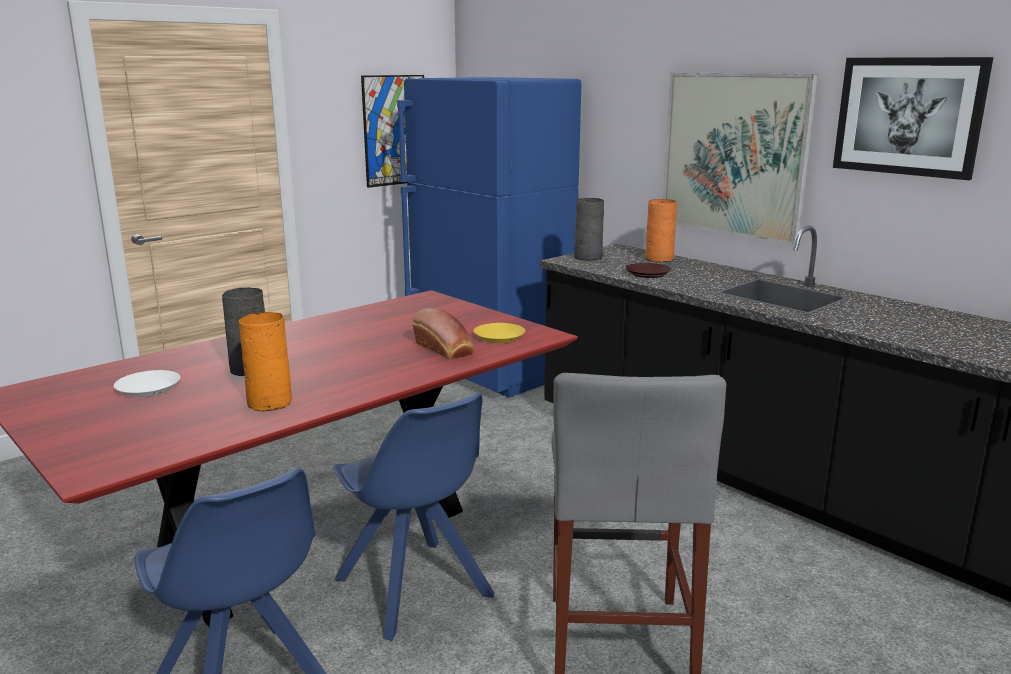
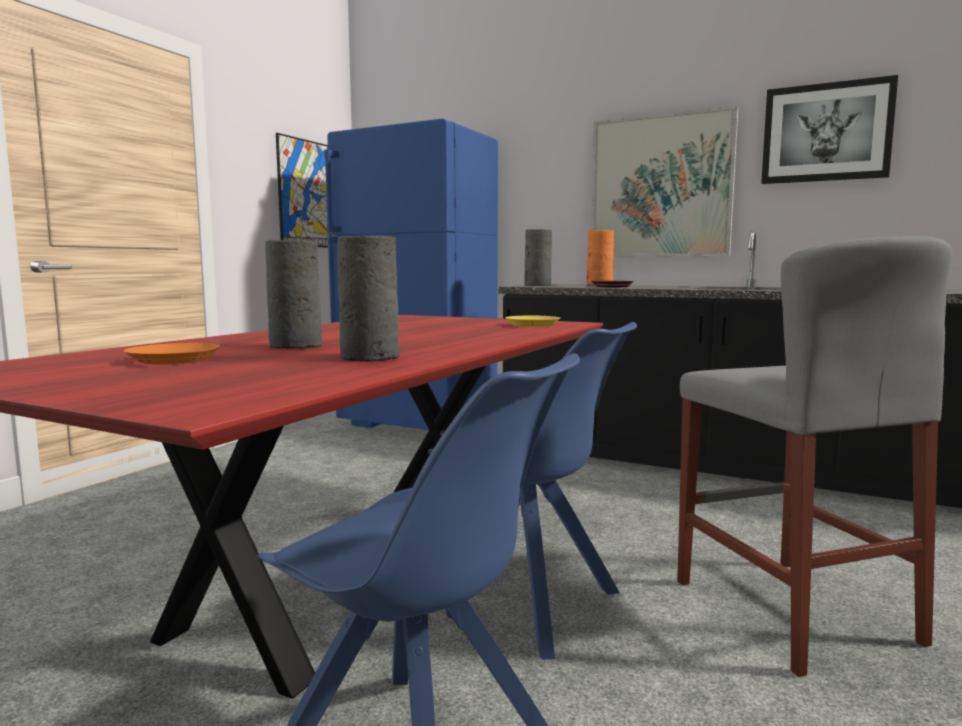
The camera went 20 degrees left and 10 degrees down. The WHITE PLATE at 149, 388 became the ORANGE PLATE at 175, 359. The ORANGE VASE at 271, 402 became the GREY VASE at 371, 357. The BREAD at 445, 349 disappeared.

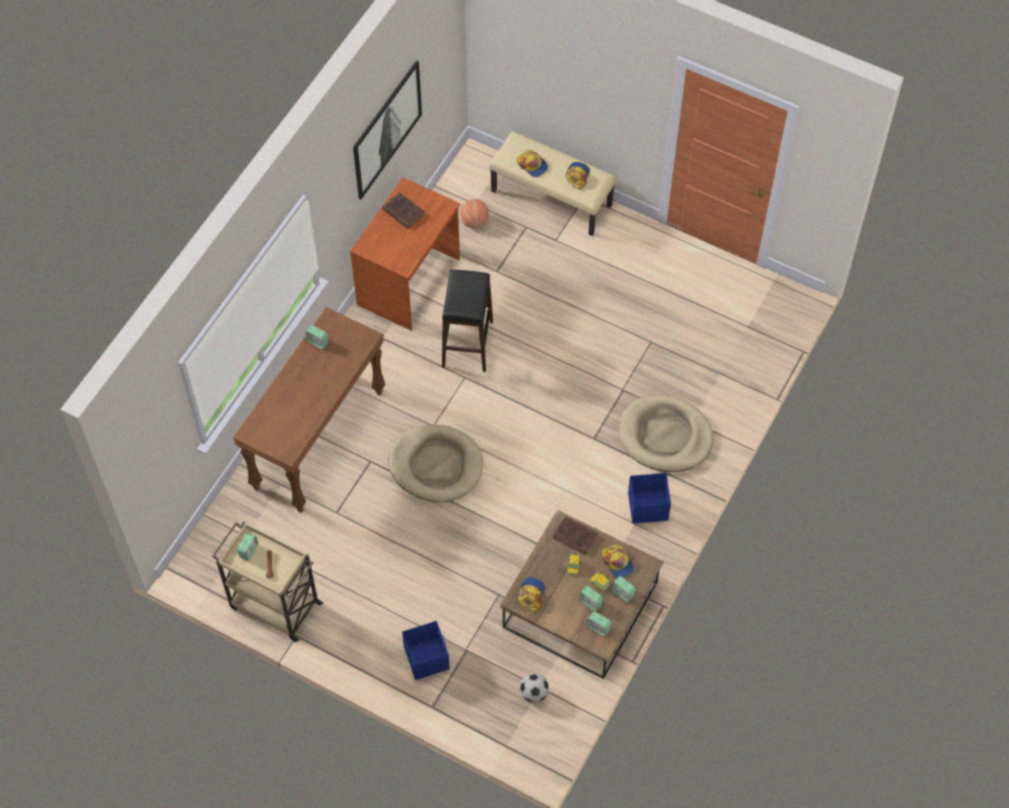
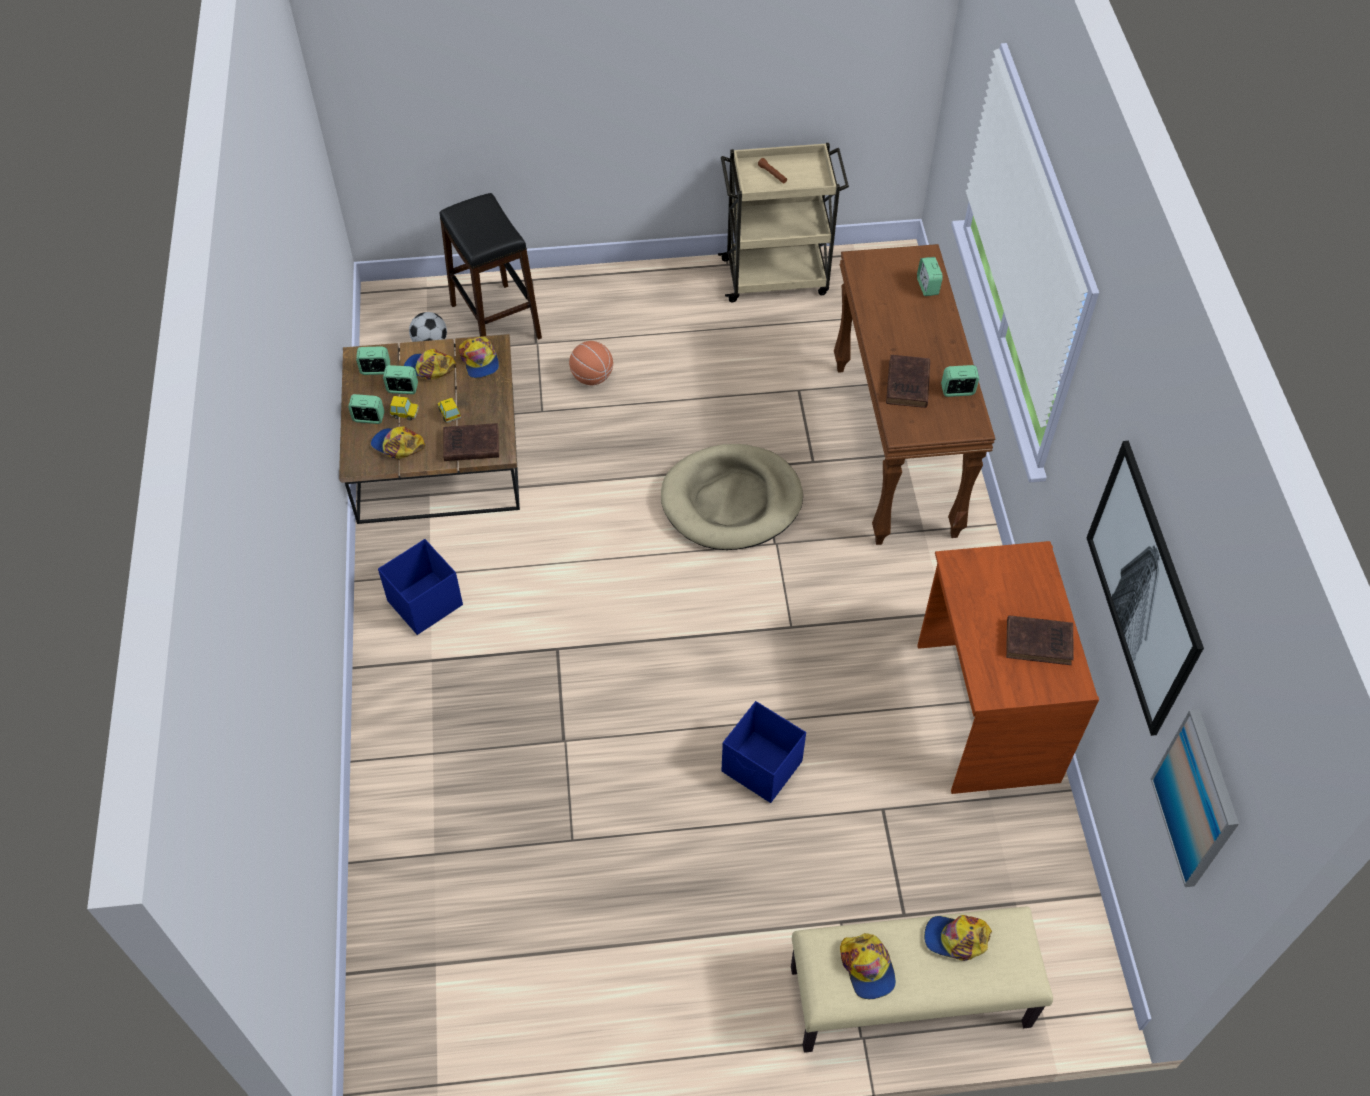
The camera went 145 degrees right and 5 degrees down. The CAP at 429, 368 appeared. The BLACK STOOL moved from 467, 344 to 495, 321. The BASKETBALL moved from 474, 222 to 592, 377. The BLUE STORAGE BOX moved from 426, 657 to 762, 768. The BROWN BOOK at 907, 385 appeared. The ALARM CLOCK moved from 248, 551 to 927, 286. The PICTURE at 1196, 799 appeared. The BEIGE DOG BED at 665, 436 disappeared.

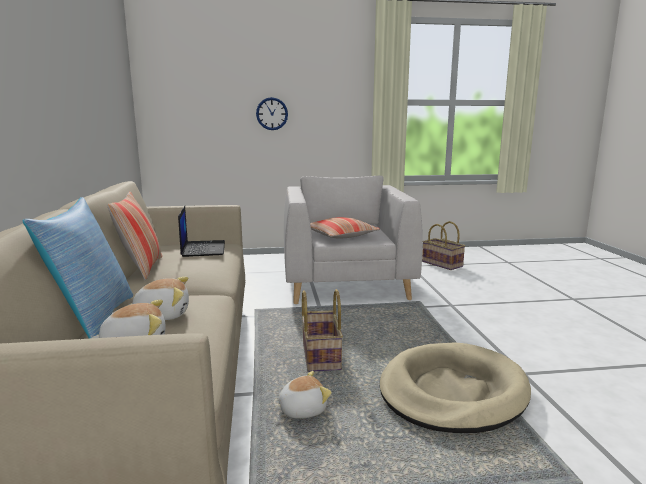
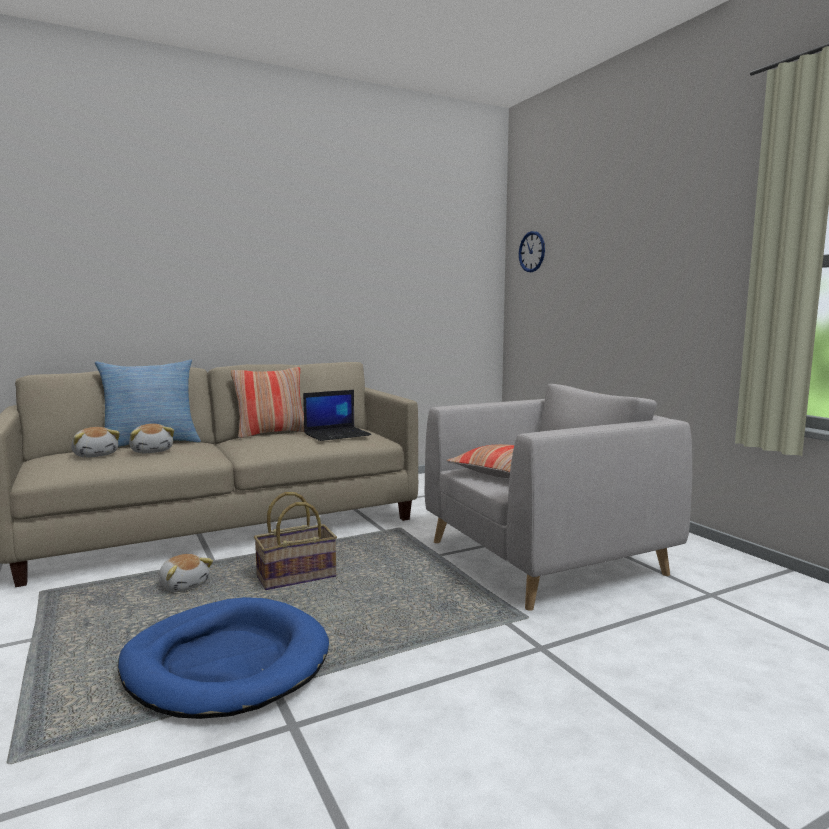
The camera went 70 degrees right and 5 degrees down. The BEIGE DOG BED at 452, 391 became the BLUE DOG BED at 226, 663. The WALL CLOCK moved from 272, 114 to 532, 251. The BASKET at 442, 264 disappeared.

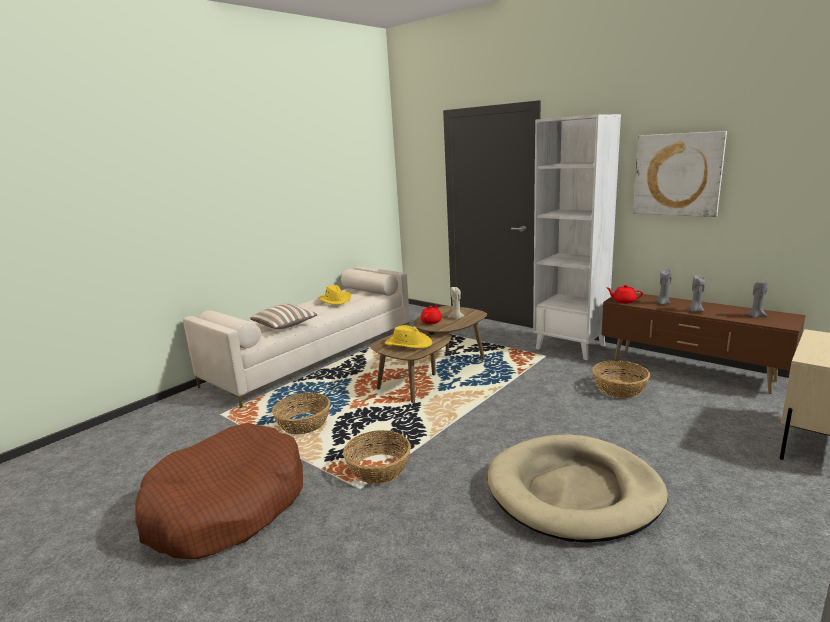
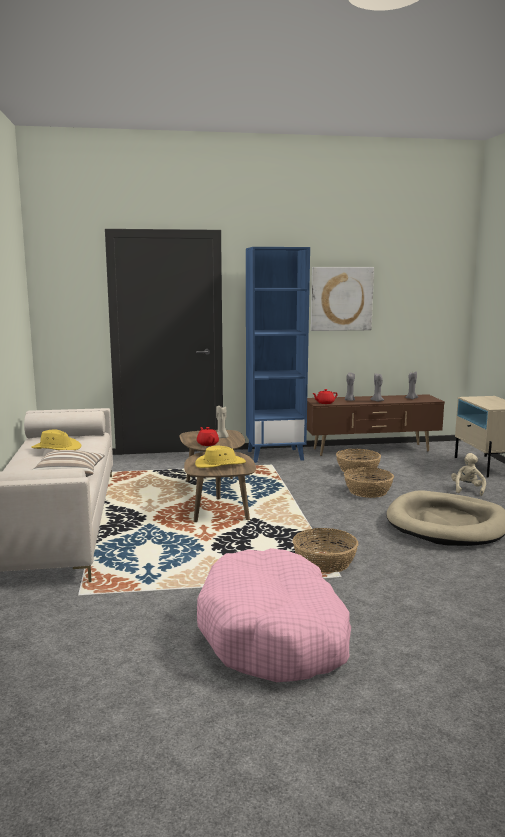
The camera went 50 degrees left and 5 degrees down. The BROWN DOG BED at 227, 506 became the PINK DOG BED at 274, 634. The WHITE BOOKCASE at 571, 347 became the BLUE BOOKCASE at 275, 455. The BASKET moved from 303, 423 to 367, 491. The BEIGE PLUSH TOY at 467, 489 appeared.

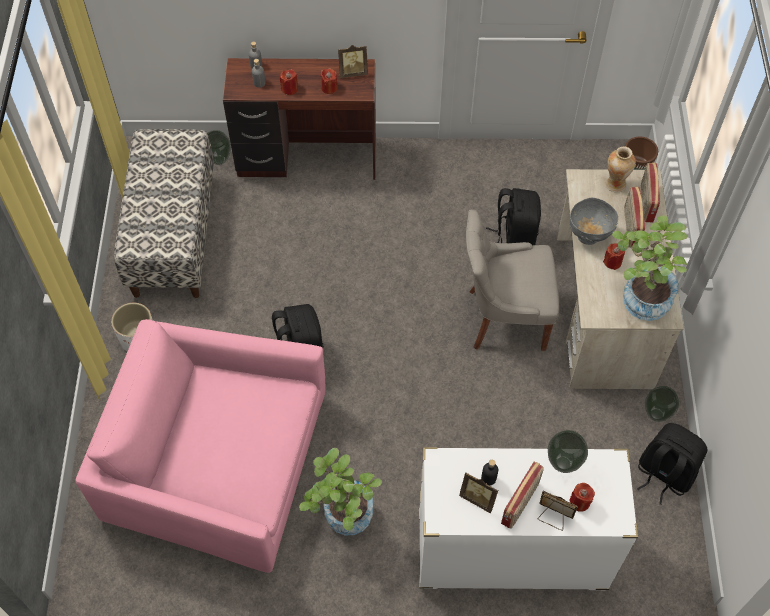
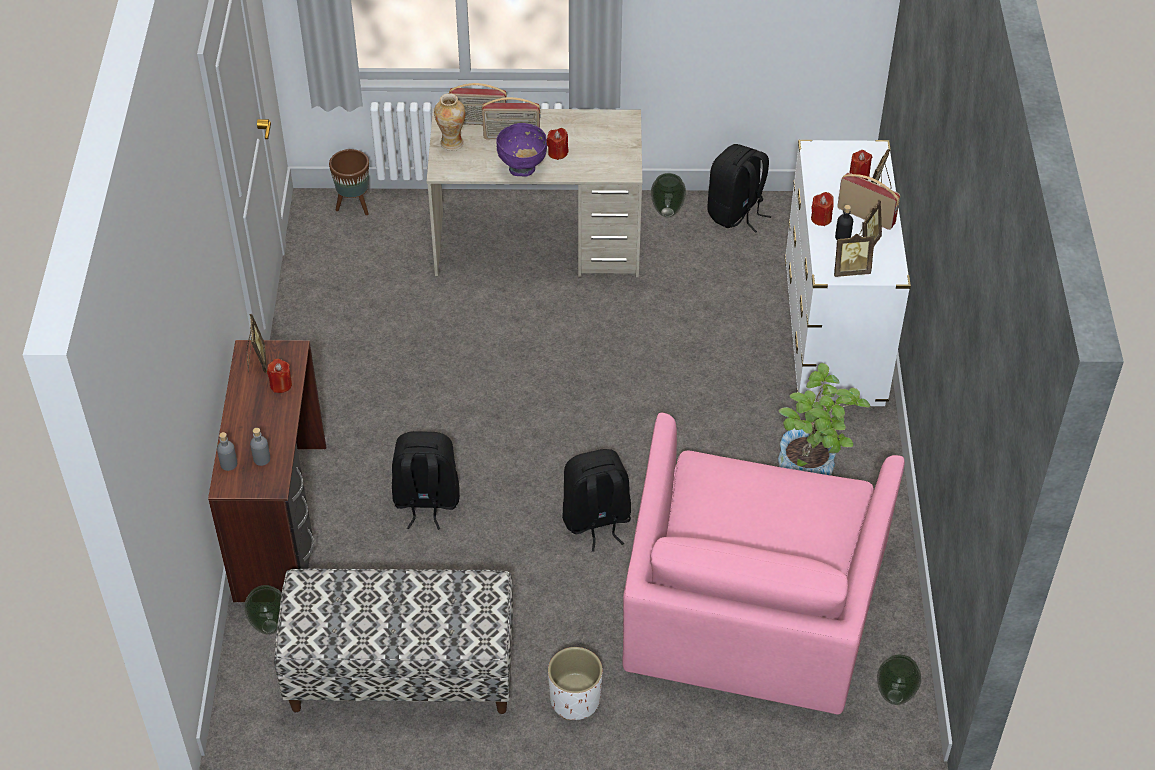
The camera went 90 degrees left and 10 degrees down. The BLACK BACKPACK moved from 513, 239 to 426, 501. The GREY BOWL at 588, 236 became the PURPLE BOWL at 522, 169. The RED CANDLE moved from 289, 89 to 821, 218. The PICTURE FRAME at 850, 270 appeared. The VASE moved from 563, 464 to 895, 696. The GREY CHAIR at 504, 318 disappeared. The POTTED PLANT at 638, 299 disappeared.

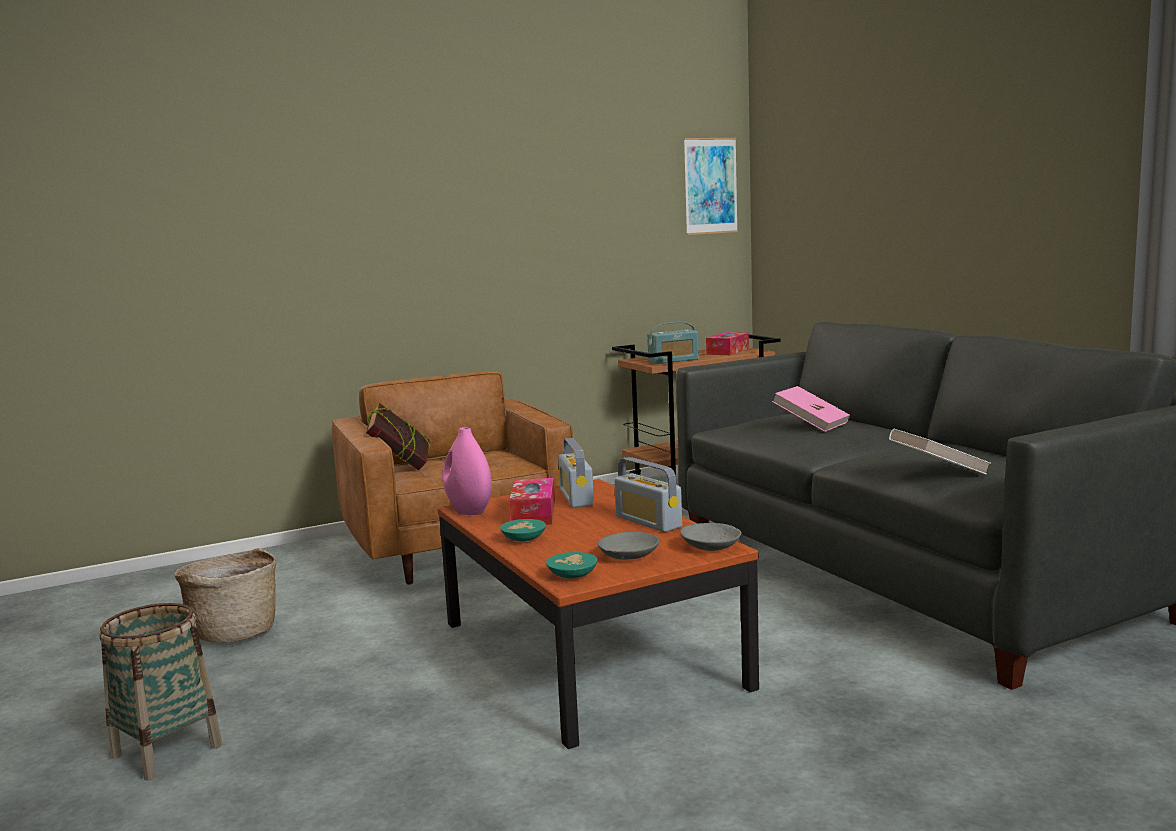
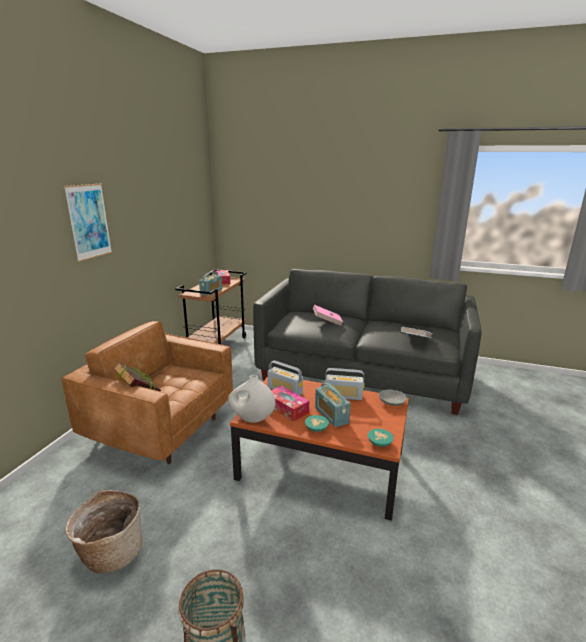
The camera went 45 degrees left and 10 degrees up. The PICTURE moved from 710, 186 to 89, 221. The PINK VASE at 468, 511 became the WHITE VASE at 252, 418. The RADIO at 331, 415 appeared. The GREY BOWL at 628, 556 disappeared.

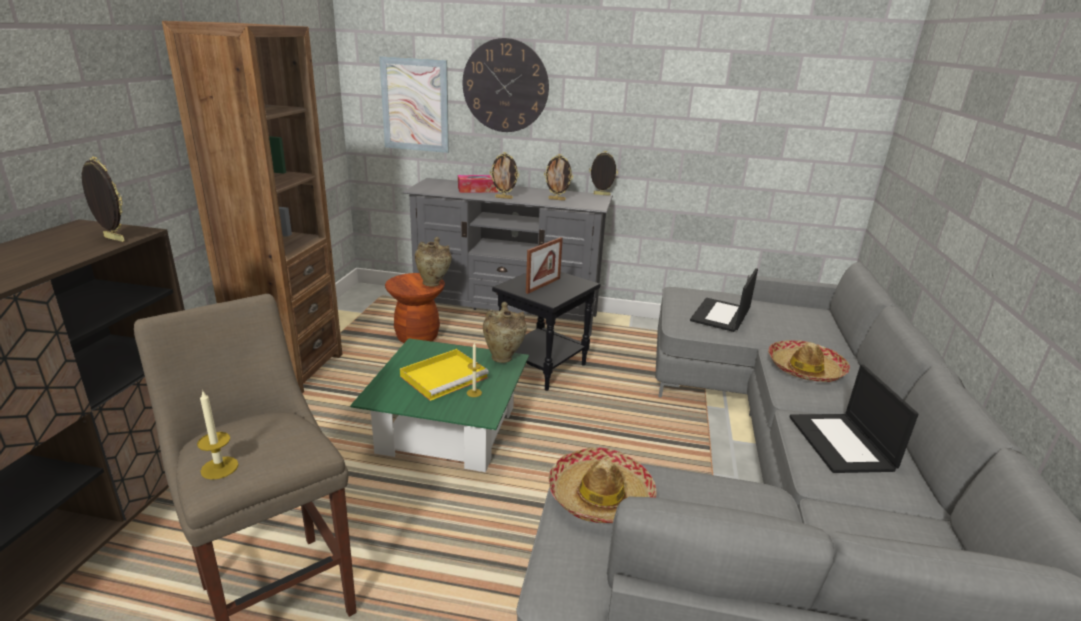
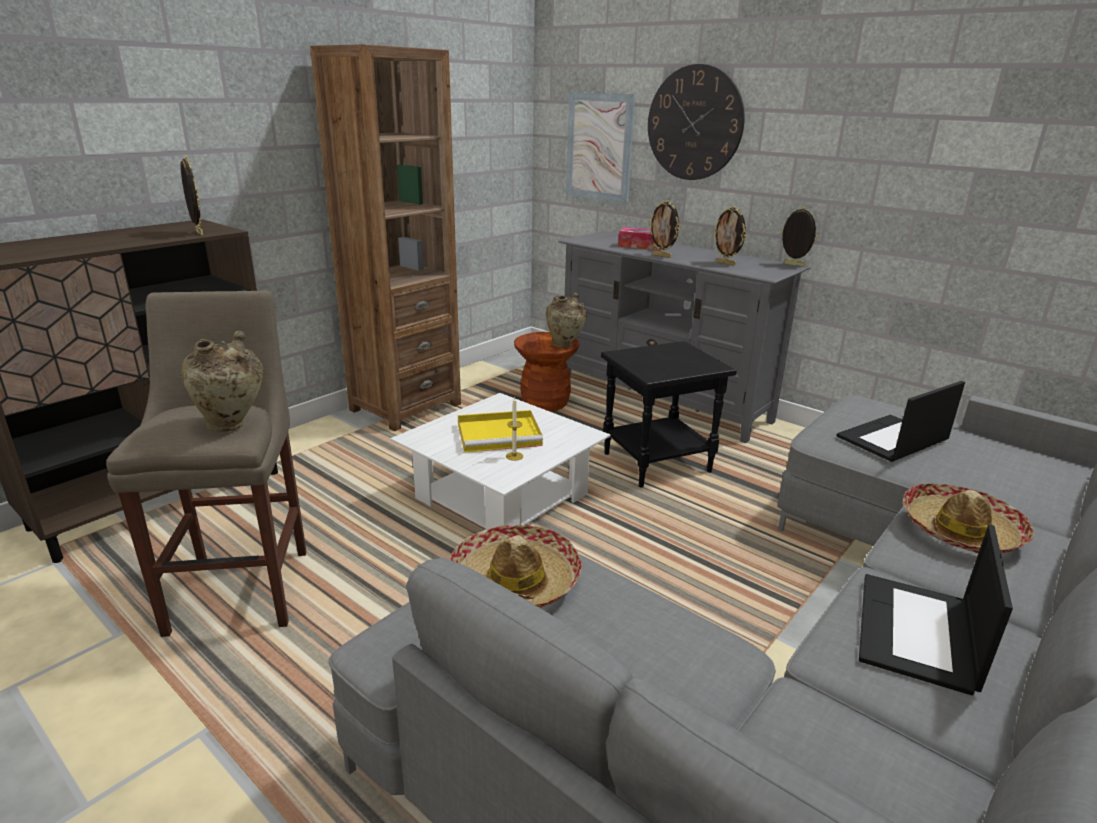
The camera went 30 degrees right and 0 degrees up. The BEIGE VASE moved from 503, 358 to 232, 425. The GREEN COFFEE TABLE at 448, 429 became the WHITE COFFEE TABLE at 502, 497. The CANDLE at 219, 468 disappeared. The PICTURE FRAME at 543, 285 disappeared.

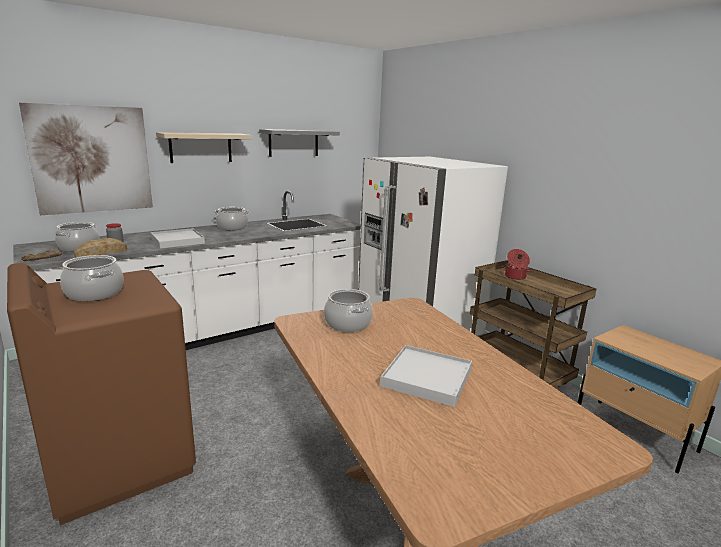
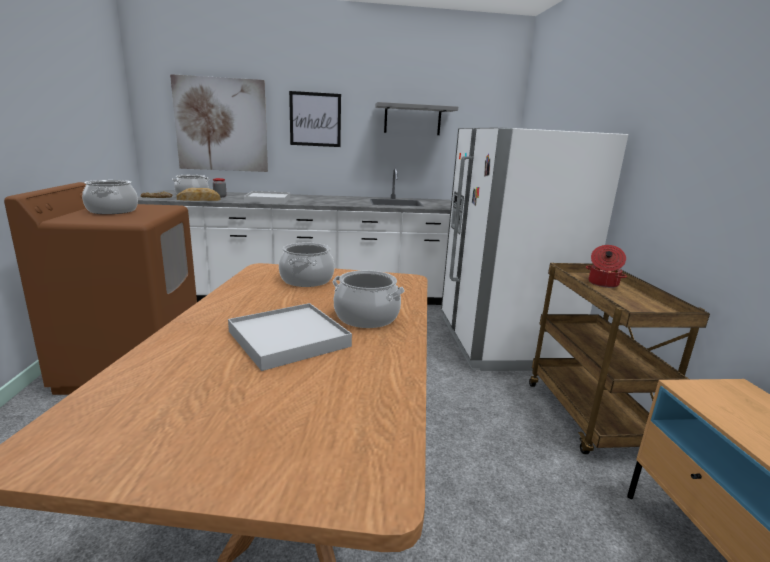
The camera went 30 degrees right and 0 degrees up. The BEIGE SHELF at 201, 147 was replaced by the PICTURE at 315, 119. The COOKING POT moved from 232, 227 to 366, 317.

